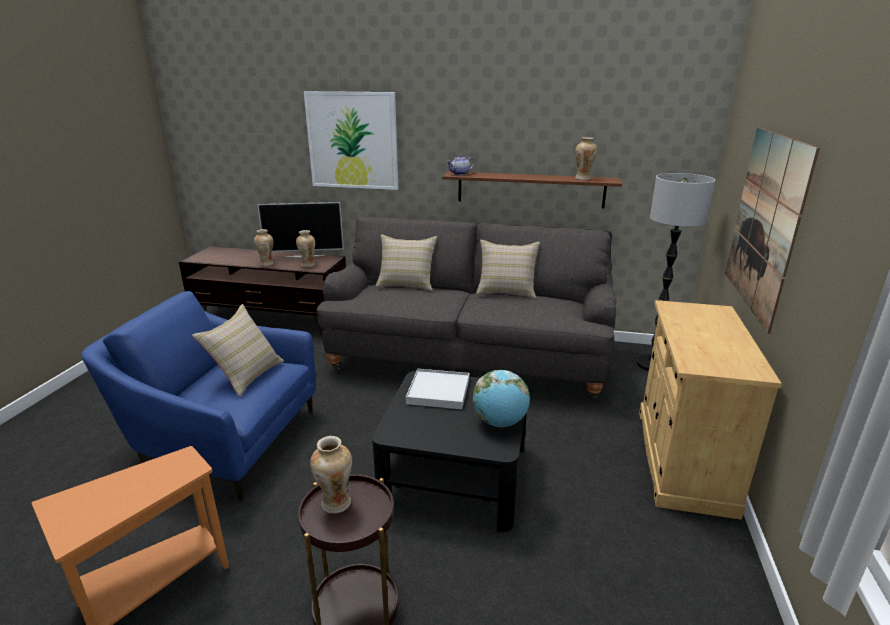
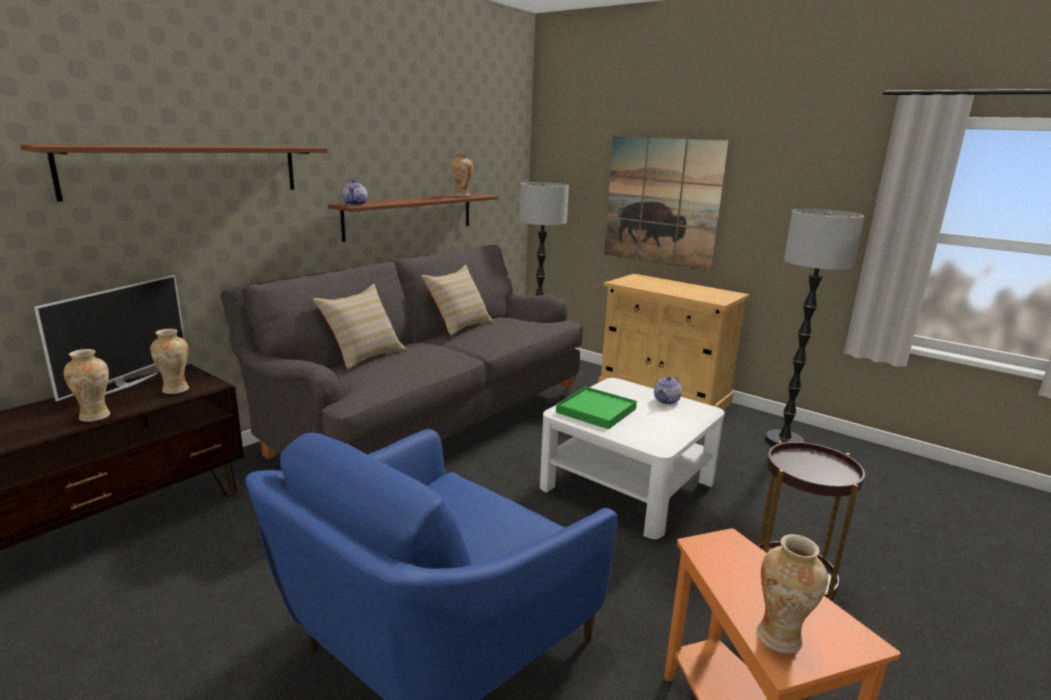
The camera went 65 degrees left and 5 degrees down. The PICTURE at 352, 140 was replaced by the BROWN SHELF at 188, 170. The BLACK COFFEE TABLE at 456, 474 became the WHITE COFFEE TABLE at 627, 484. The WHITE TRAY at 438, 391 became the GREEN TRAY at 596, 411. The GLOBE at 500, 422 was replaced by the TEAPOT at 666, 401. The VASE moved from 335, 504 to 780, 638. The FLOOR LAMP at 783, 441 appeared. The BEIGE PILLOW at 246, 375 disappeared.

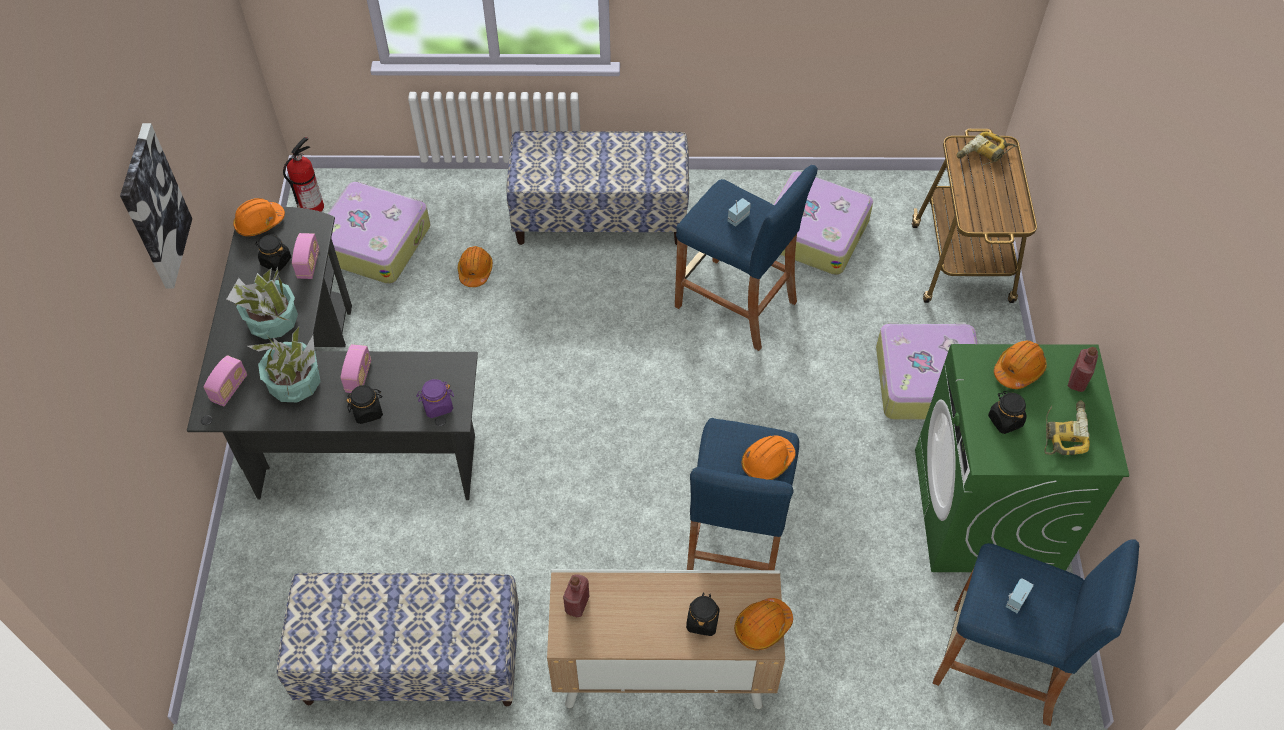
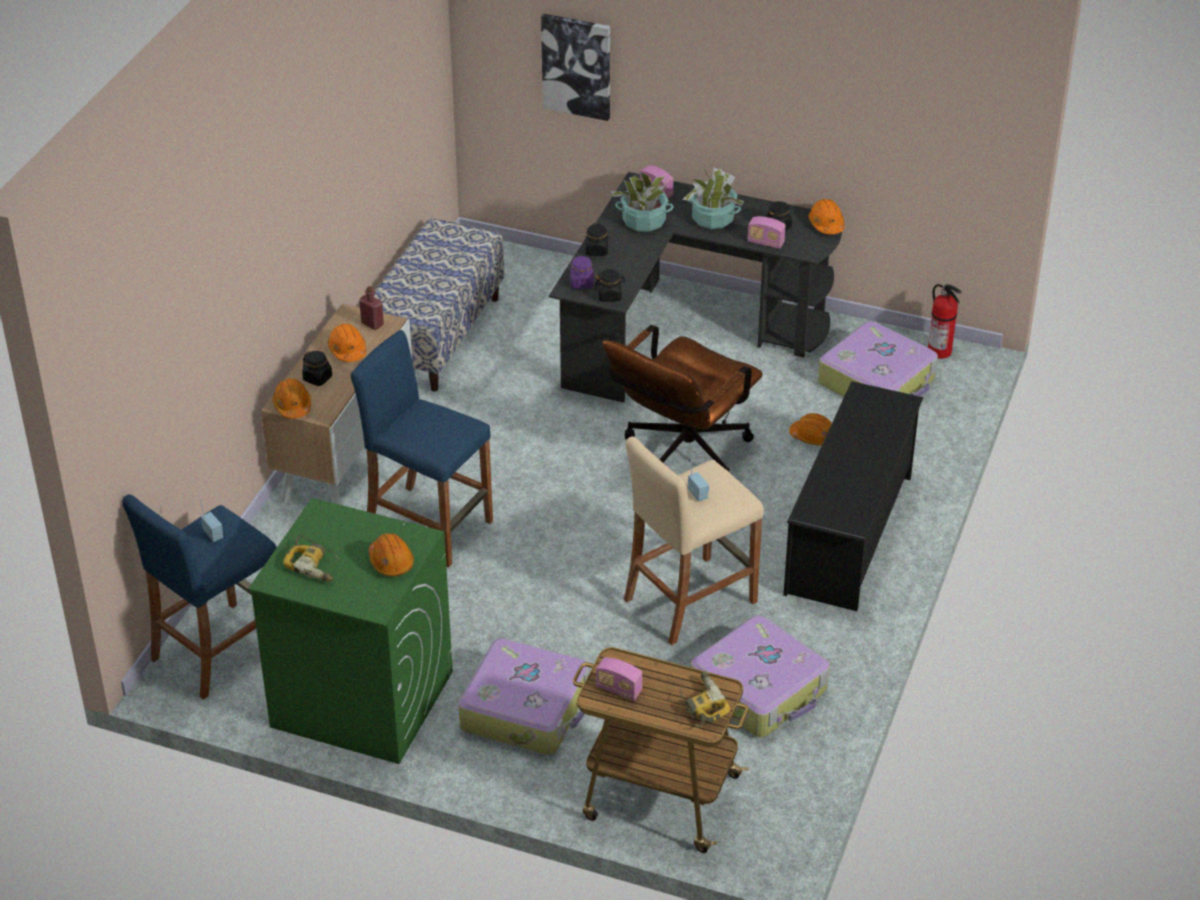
The camera went 110 degrees right and 15 degrees down. The ORANGE HARD HAT moved from 767, 462 to 347, 350. The PICTURE moved from 153, 207 to 577, 66. The BLACK JAR moved from 1005, 420 to 609, 296. The RADIO moved from 359, 377 to 618, 689. The BROWN OFFICE CHAIR at 680, 458 appeared. The BLUE STOOL at 735, 304 became the BEIGE STOOL at 690, 600. The BENCH at 600, 217 was replaced by the BLACK SHOE RACK at 849, 534. The RED BOTTLE at 1077, 381 disappeared.

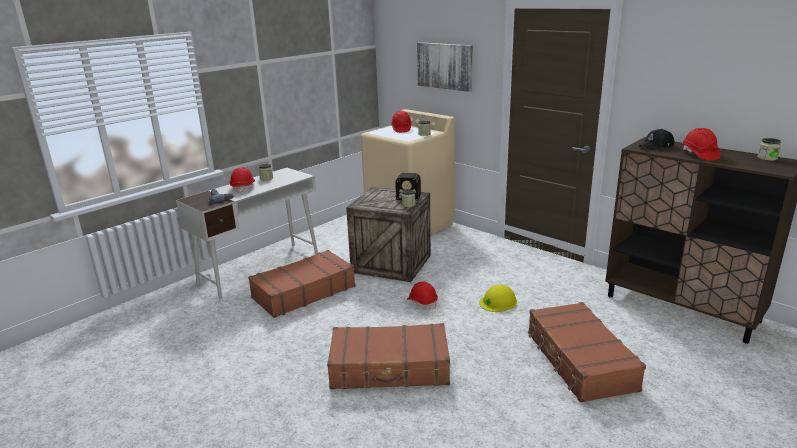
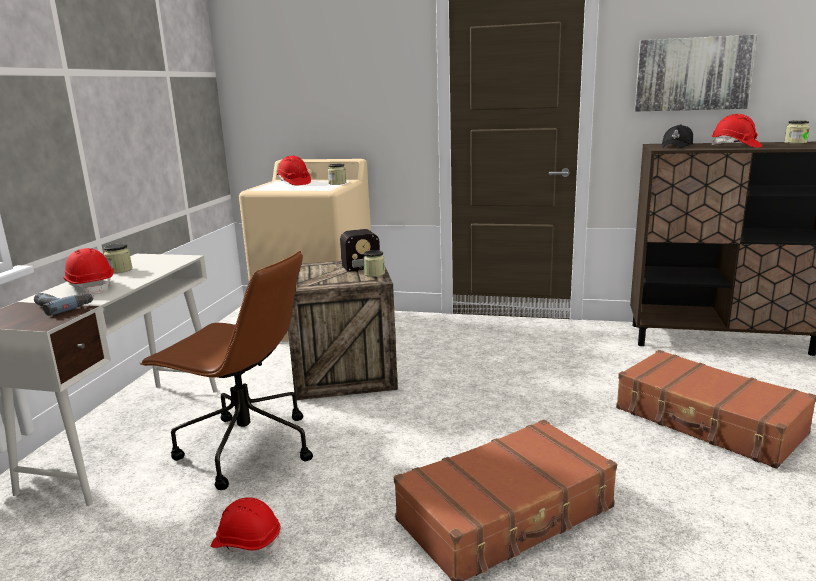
The camera went 30 degrees left and 5 degrees down. The BROWN SUITCASE at 303, 292 was replaced by the BROWN OFFICE CHAIR at 245, 448. The RED HARD HAT moved from 422, 302 to 247, 542. The PICTURE moved from 445, 66 to 692, 74. The YELLOW HARD HAT at 498, 302 disappeared.

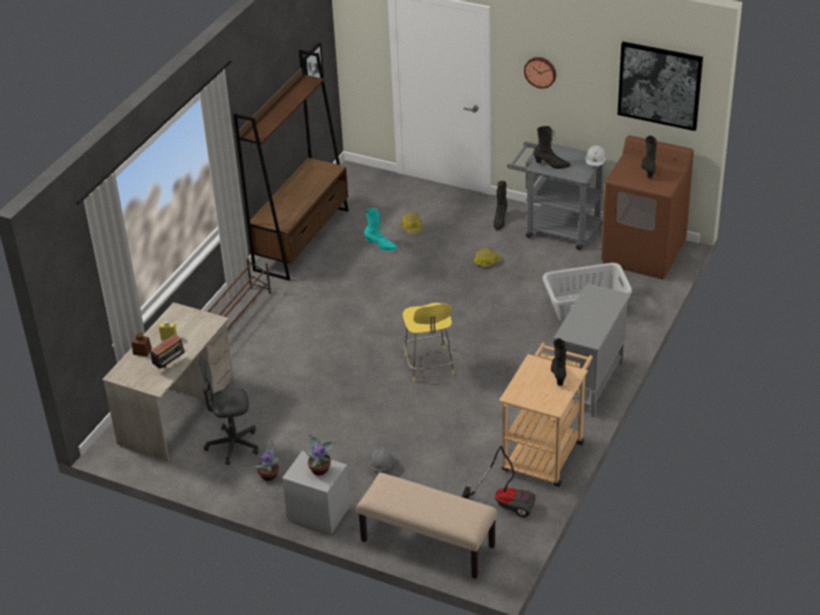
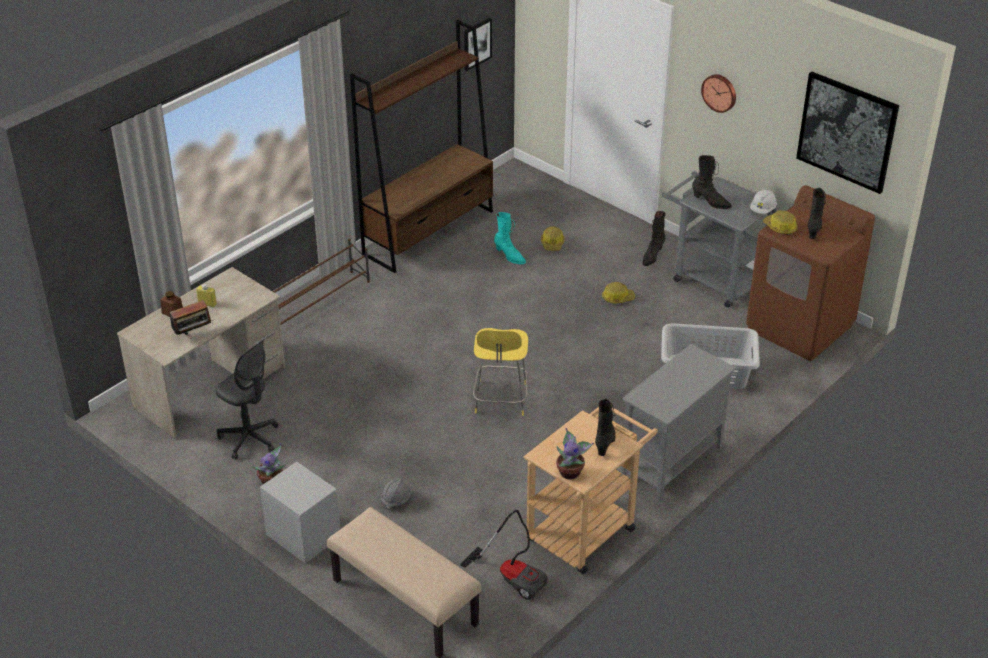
The camera went 15 degrees right and 0 degrees up. The GREY OFFICE CHAIR at 233, 446 turned 150 degrees counterclockwise. The POTTED PLANT moved from 320, 469 to 571, 472. The HARD HAT at 780, 227 appeared.

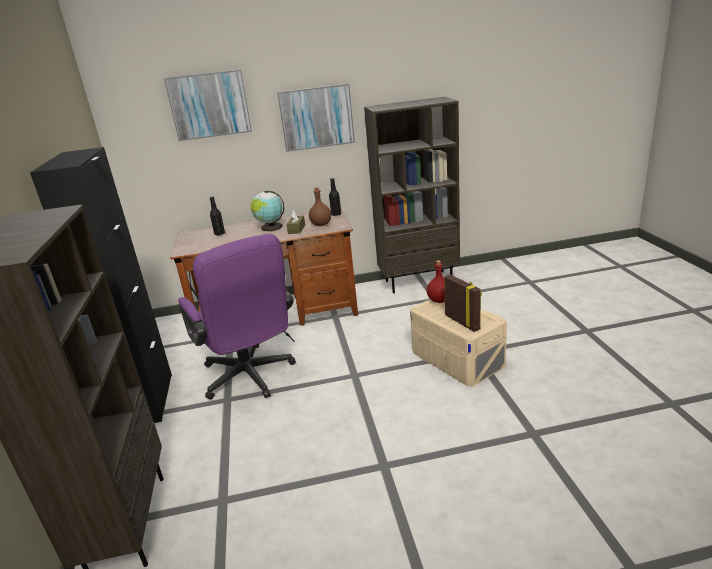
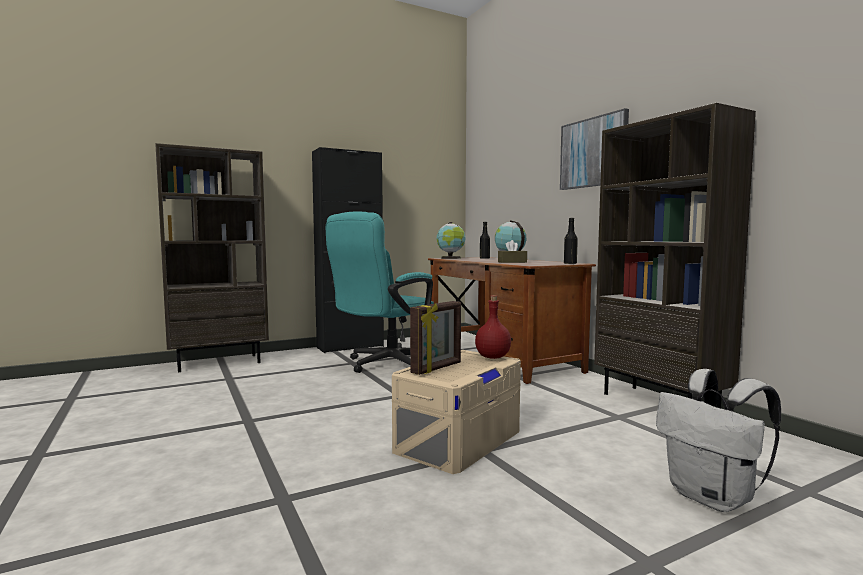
The camera went 70 degrees right and 20 degrees down. The PURPLE OFFICE CHAIR at 251, 378 became the TURQUOISE OFFICE CHAIR at 384, 364. The GLOBE at 450, 258 appeared. The WHITE BACKPACK at 713, 498 appeared. The PICTURE at 209, 105 disappeared. The BROWN BOTTLE at 320, 224 disappeared.

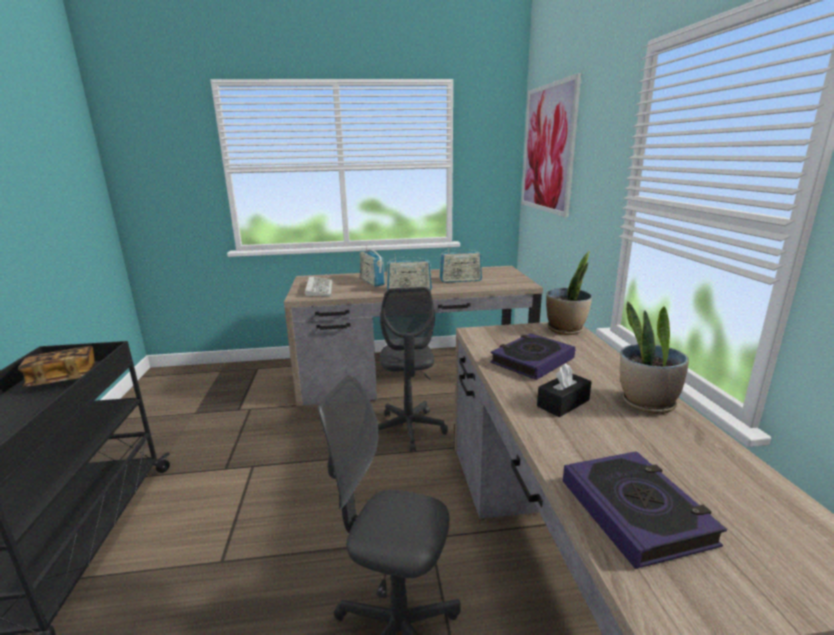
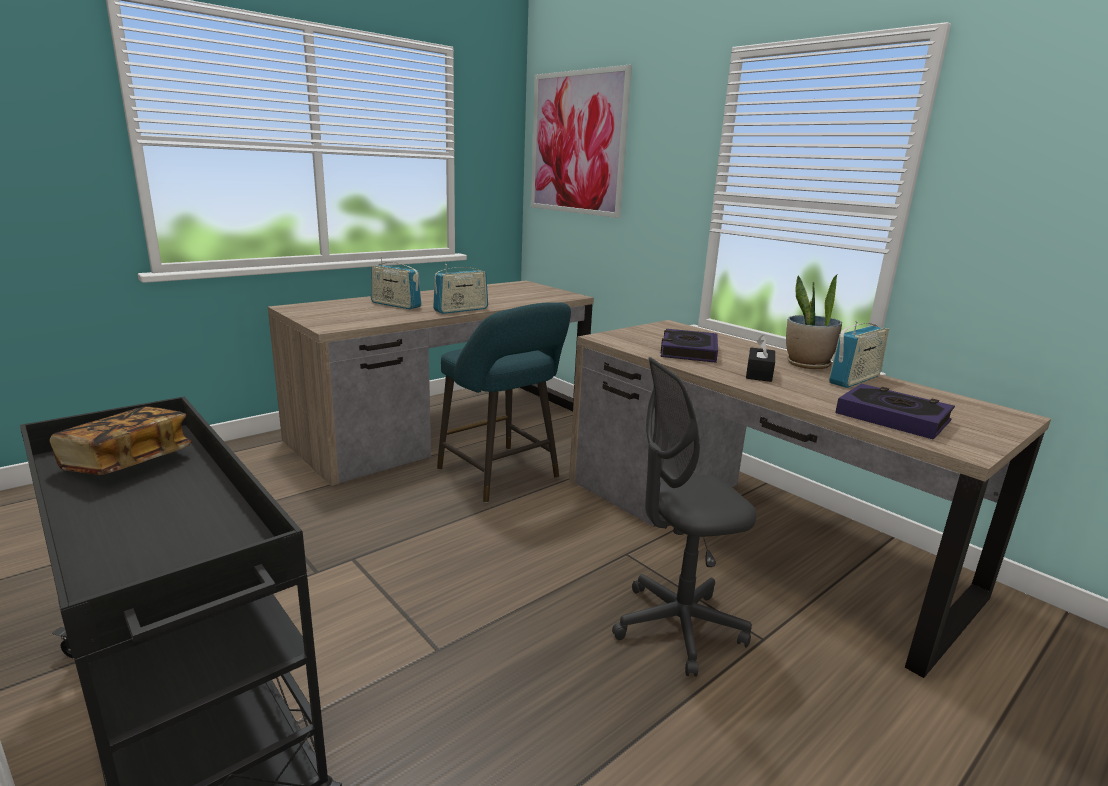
The camera went 35 degrees left and 0 degrees up. The GREY OFFICE CHAIR at 409, 429 was replaced by the TURQUOISE STOOL at 502, 476. The RADIO moved from 460, 280 to 854, 380. The KEYBOARD at 318, 289 disappeared. The POTTED PLANT at 565, 329 disappeared.

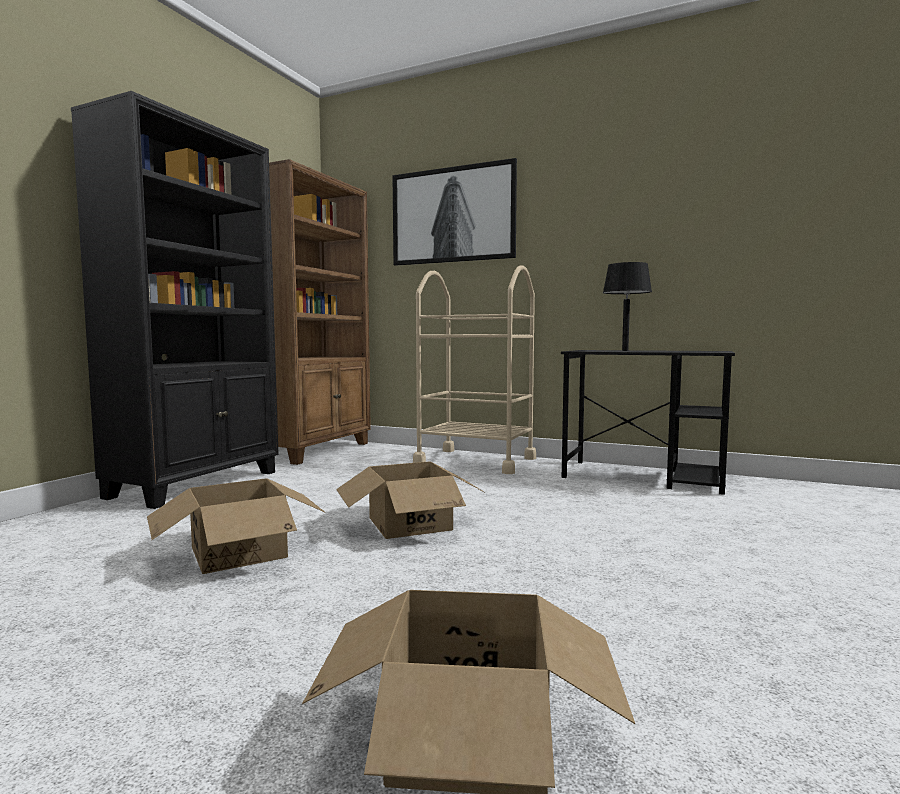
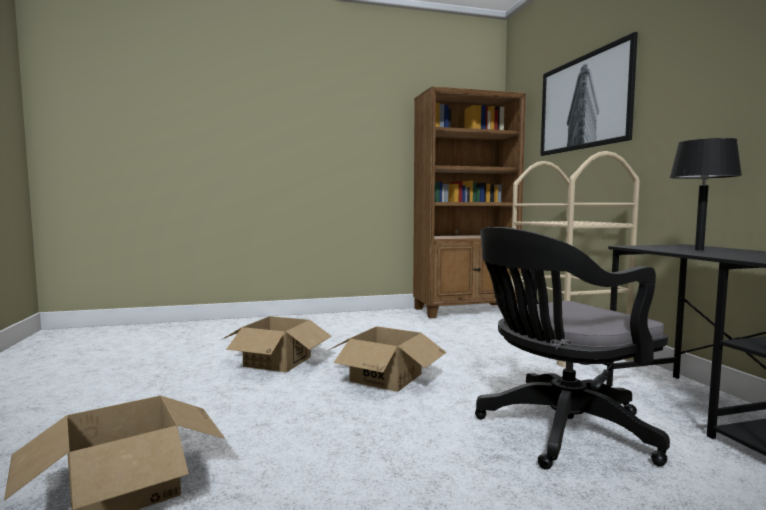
The camera went 50 degrees right and 0 degrees up. The BLACK OFFICE CHAIR at 559, 431 appeared. The BLACK BOOKCASE at 198, 484 disappeared.

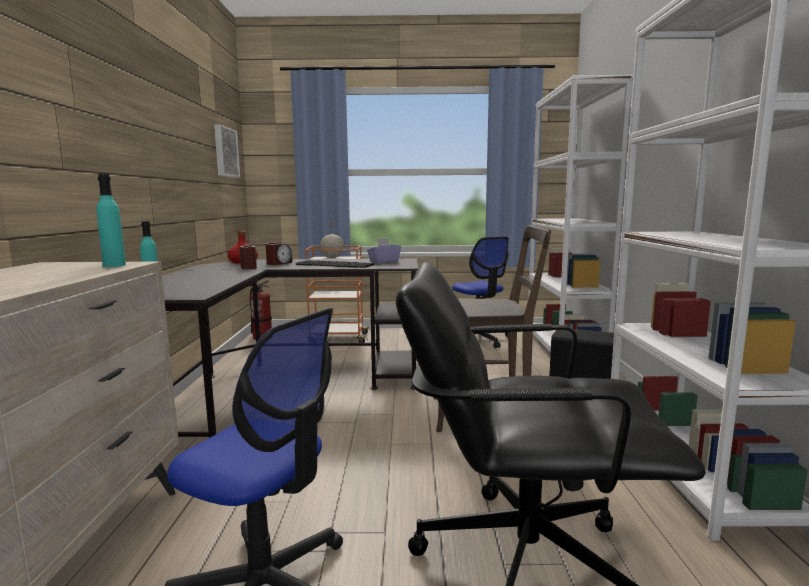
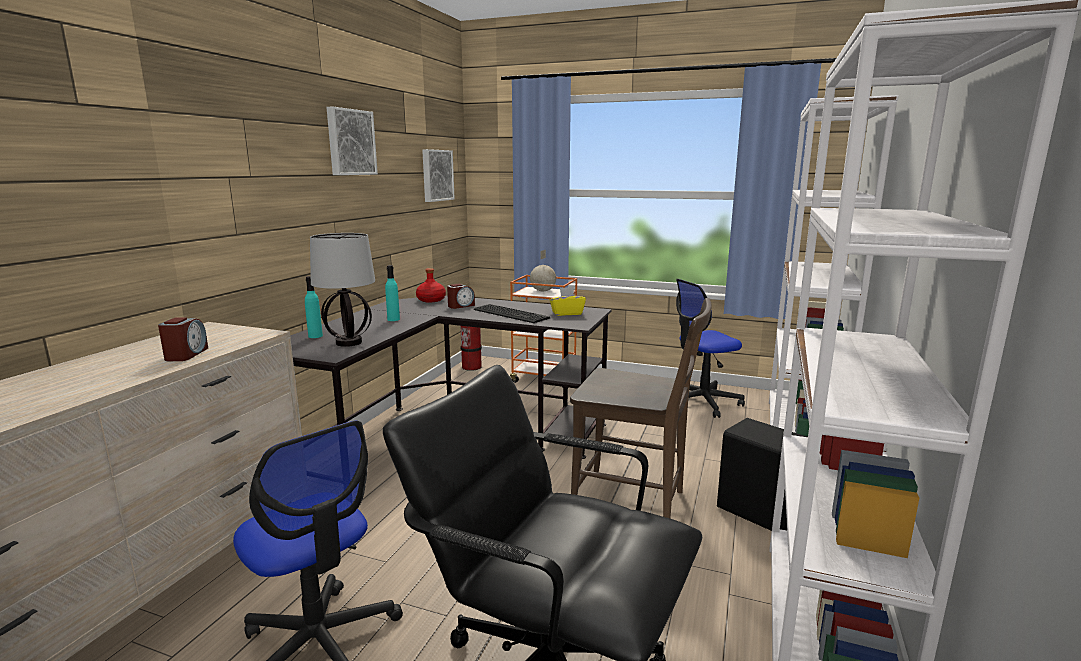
The camera went 20 degrees right and 5 degrees up. The ALARM CLOCK moved from 248, 267 to 186, 354. The TABLE LAMP at 349, 342 appeared. The PICTURE at 350, 142 appeared. The TURQUOISE BOTTLE moved from 114, 265 to 393, 319. The PURPLE TISSUE BOX at 384, 262 became the YELLOW TISSUE BOX at 567, 313. The OFFICE CHAIR at 478, 339 turned 75 degrees clockwise.

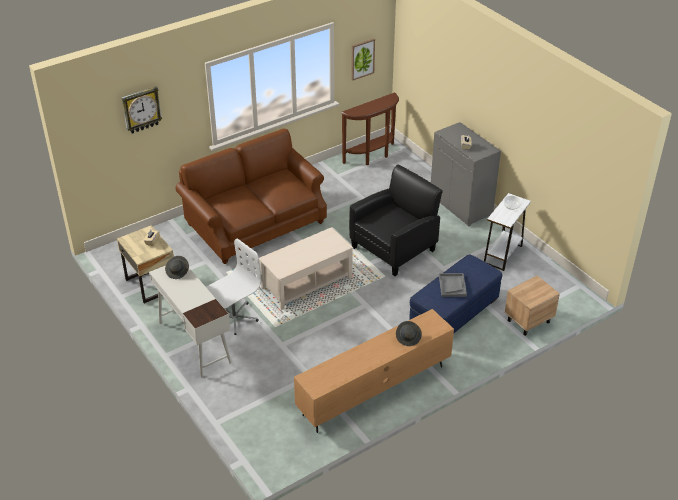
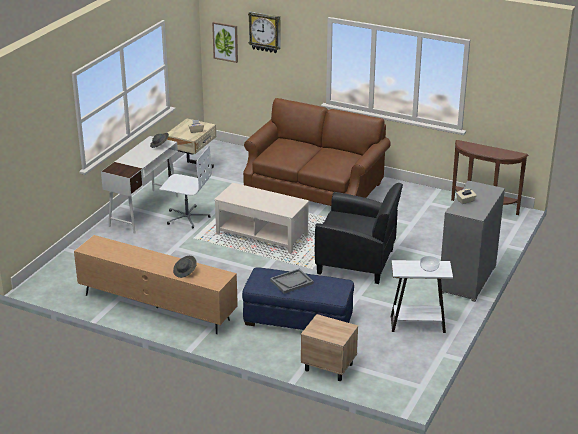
The camera went 60 degrees right and 10 degrees down. The PICTURE moved from 362, 59 to 225, 41.

